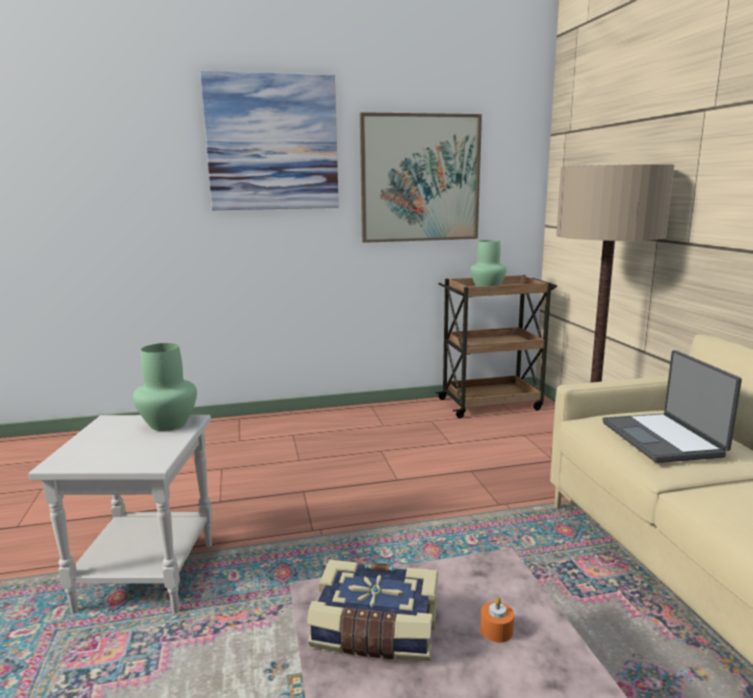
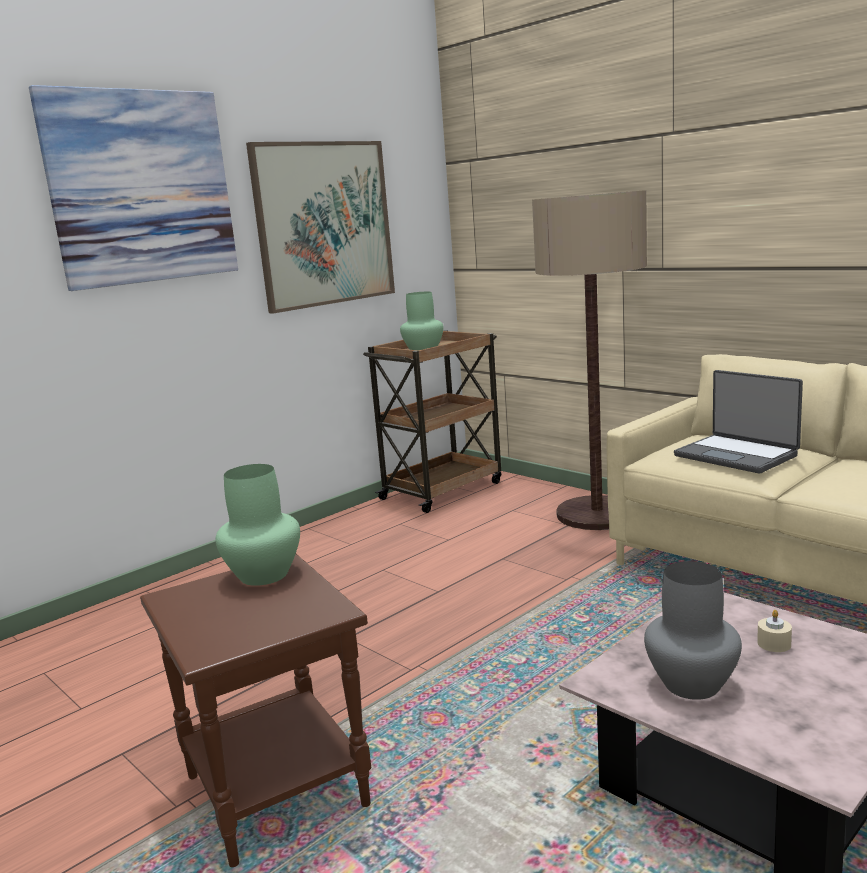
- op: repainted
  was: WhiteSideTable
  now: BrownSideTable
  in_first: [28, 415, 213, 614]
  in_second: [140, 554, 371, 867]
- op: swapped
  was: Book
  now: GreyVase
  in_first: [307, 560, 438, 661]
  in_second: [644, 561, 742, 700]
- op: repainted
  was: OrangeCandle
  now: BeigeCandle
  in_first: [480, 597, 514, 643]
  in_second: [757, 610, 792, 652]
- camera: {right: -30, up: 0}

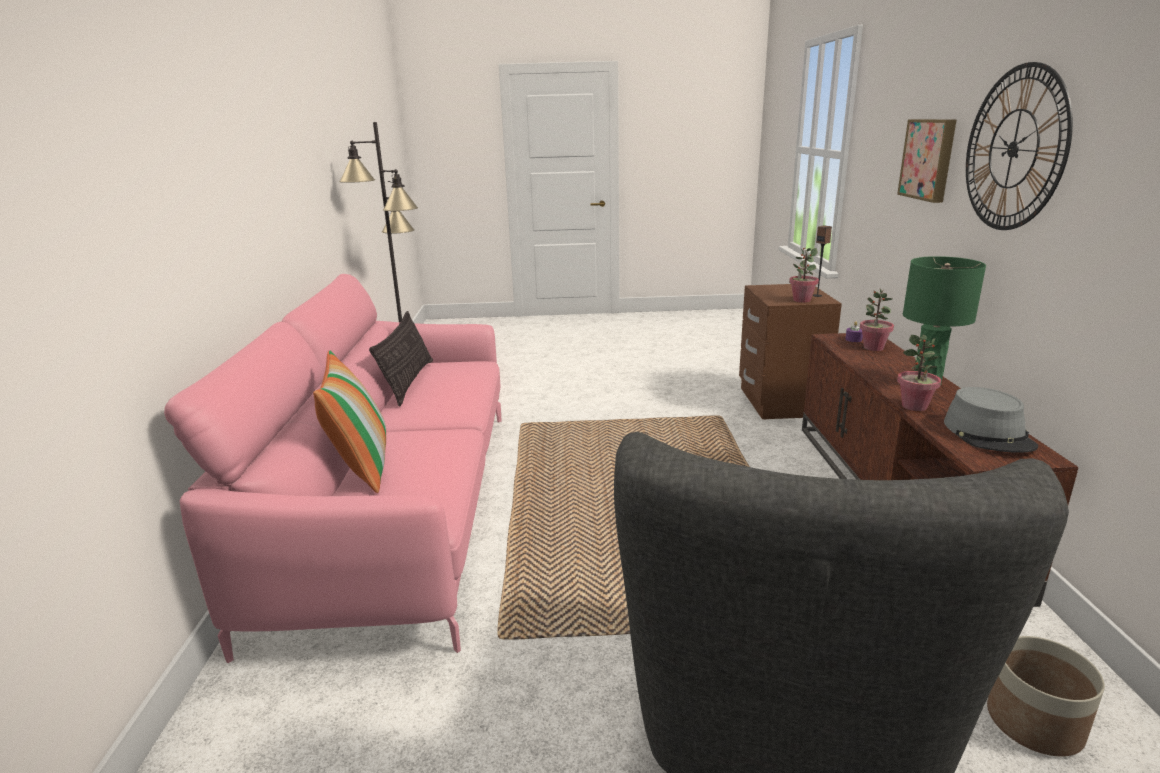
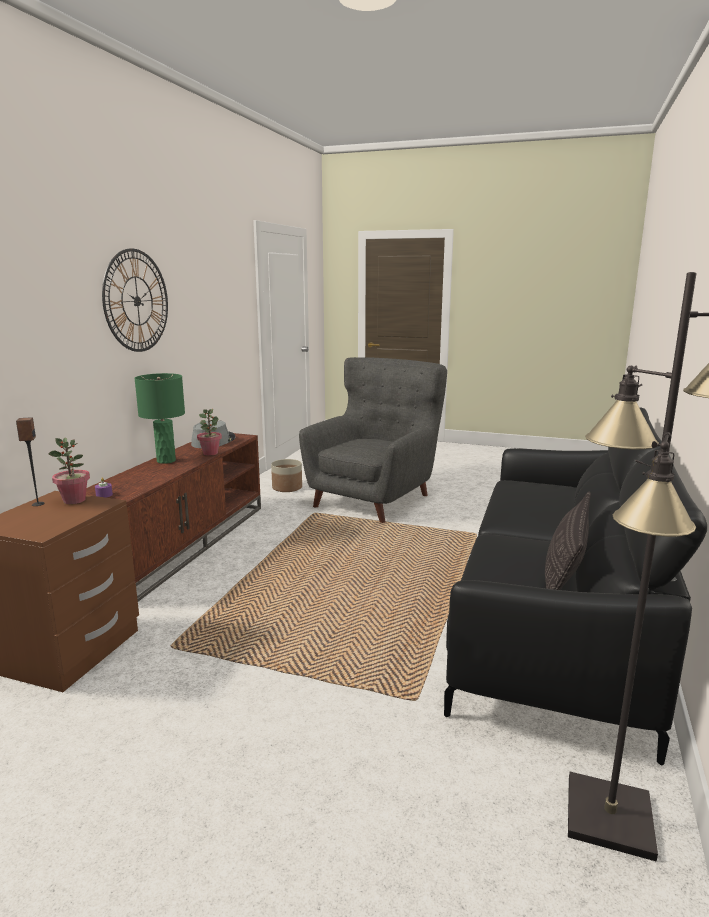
- op: repainted
  was: PinkSofa
  now: BlackSofa
  in_first: [164, 274, 501, 663]
  in_second: [444, 408, 707, 766]
- op: gone
  was: Pillow
  in_first: [313, 350, 386, 493]
- op: gone
  was: PottedPlant
  in_first: [860, 289, 894, 351]
- op: gone
  was: Picture
  in_first: [897, 119, 956, 203]
- camera: {right: -160, up: -5}

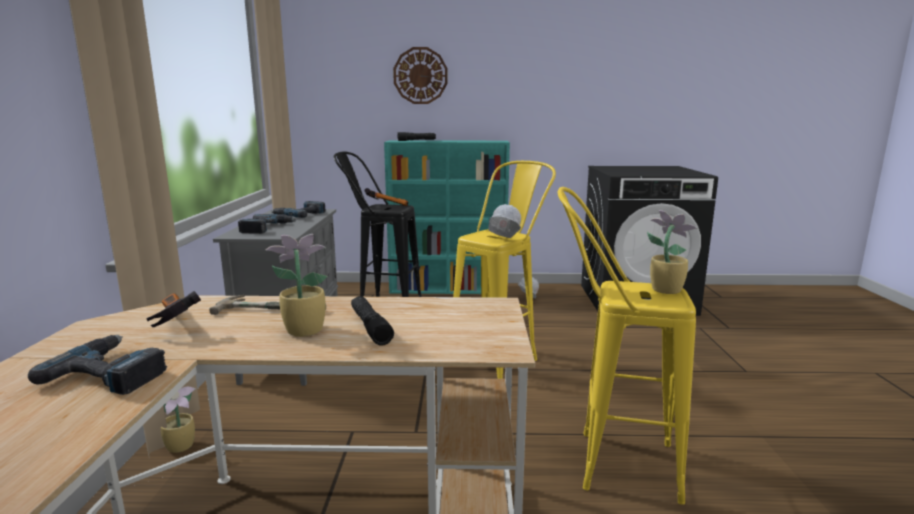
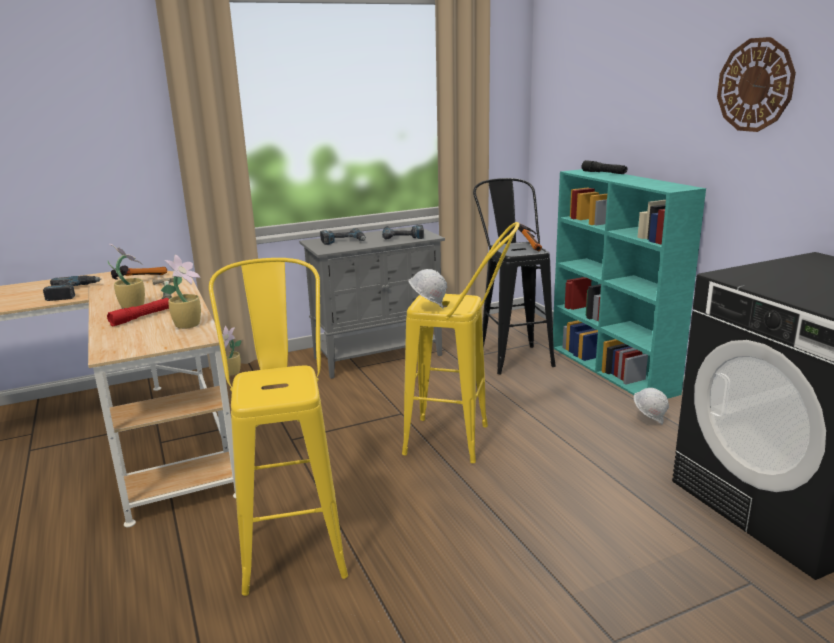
- op: repainted
  was: BlackFlashlight
  now: RedFlashlight
  in_first: [351, 296, 394, 346]
  in_second: [107, 298, 169, 326]
- op: shifted
  was: PottedPlant
  in_first: [647, 210, 697, 294]
  in_second: [161, 254, 201, 329]
- op: shifted
  was: WallClock
  in_first: [393, 47, 448, 104]
  in_second: [717, 37, 796, 132]
- camera: {right: 65, up: 5}

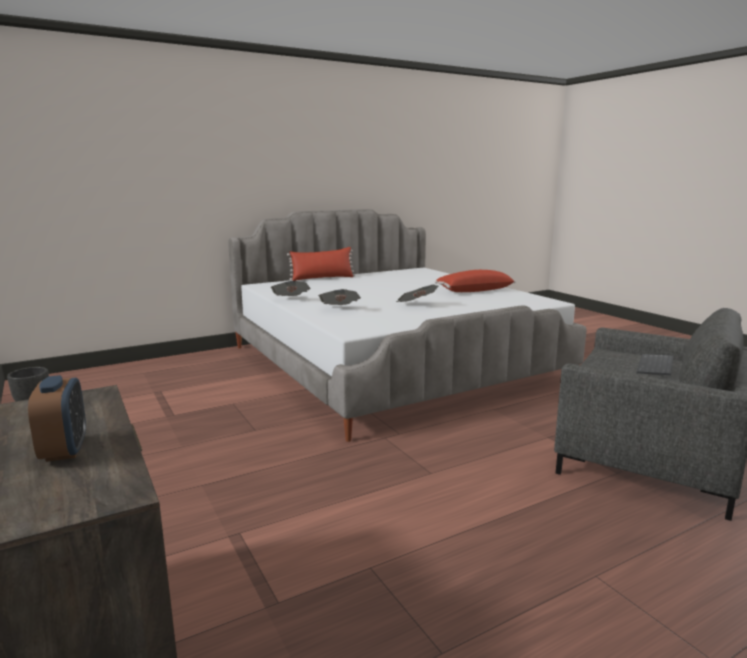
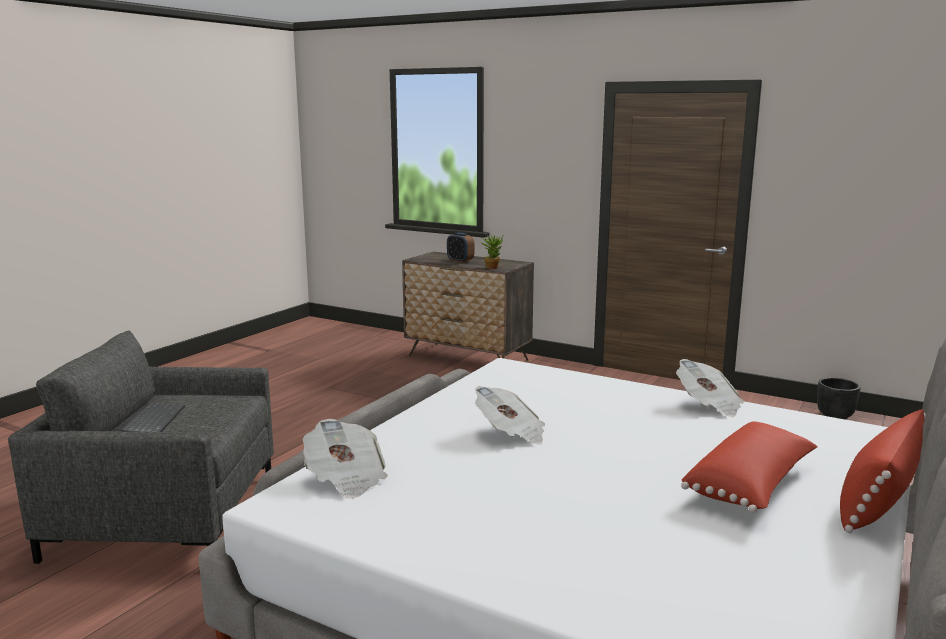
- op: shifted
  was: Newspaper
  in_first: [318, 289, 361, 305]
  in_second: [303, 419, 388, 499]
- op: new
  now: PottedPlant
  in_second: [480, 235, 503, 269]
- op: shifted
  was: RedPillow
  in_first: [435, 270, 516, 292]
  in_second: [681, 421, 818, 513]
- camera: {right: 150, up: 0}

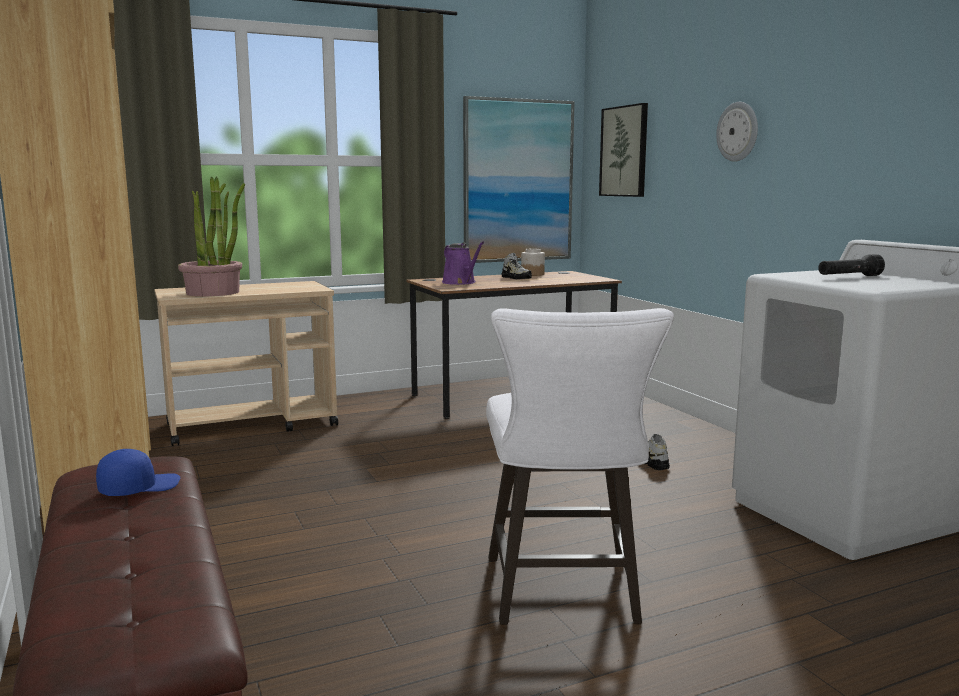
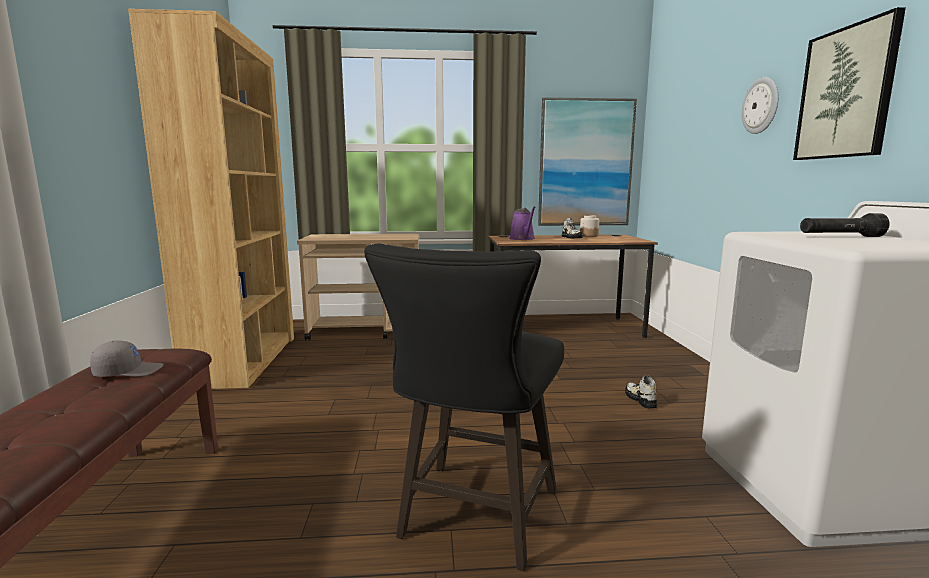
- op: repainted
  was: BlueCap
  now: GreyCap
  in_first: [96, 449, 180, 496]
  in_second: [90, 340, 164, 377]
- op: repainted
  was: WhiteStool
  now: BlackStool
  in_first: [486, 308, 674, 625]
  in_second: [364, 244, 564, 571]
- op: shifted
  was: Picture
  in_first: [599, 103, 648, 197]
  in_second: [793, 7, 906, 160]
- op: gone
  was: PottedPlant
  in_first: [178, 177, 245, 296]
- camera: {right: 20, up: 0}

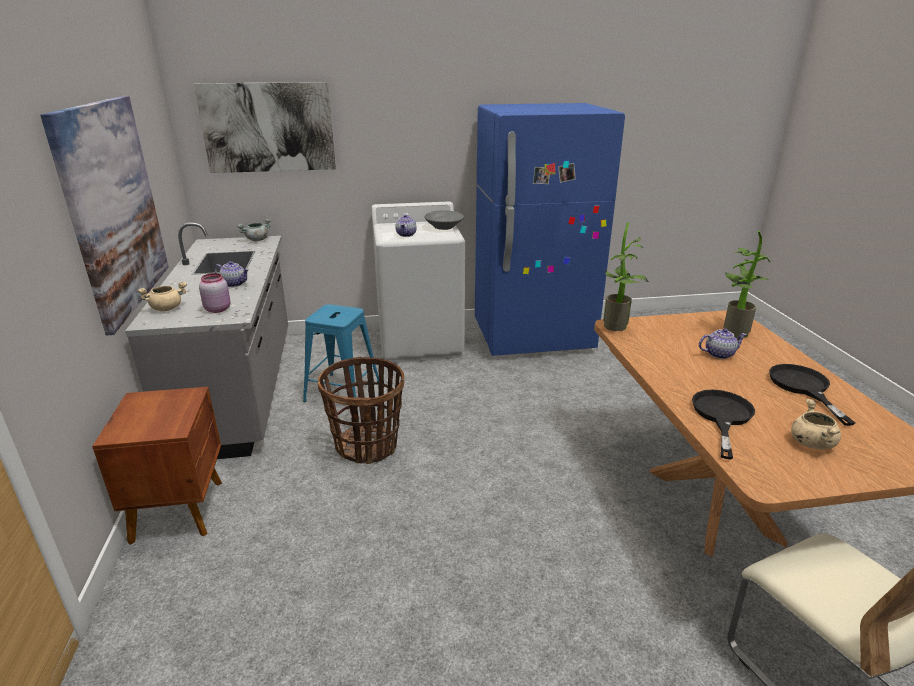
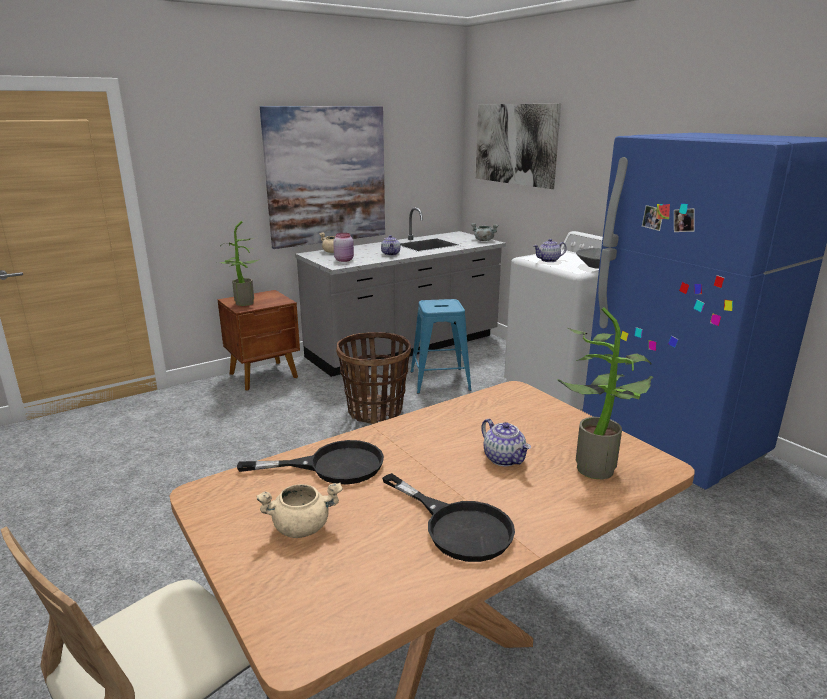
- op: shifted
  was: PottedPlant
  in_first: [603, 222, 649, 331]
  in_second: [220, 221, 260, 306]
- op: rotated
  was: BlackFryingPan
  in_first: [769, 364, 855, 426]
  in_second: [382, 473, 515, 562]
  clockwise: 75
- camera: {right: 65, up: -5}

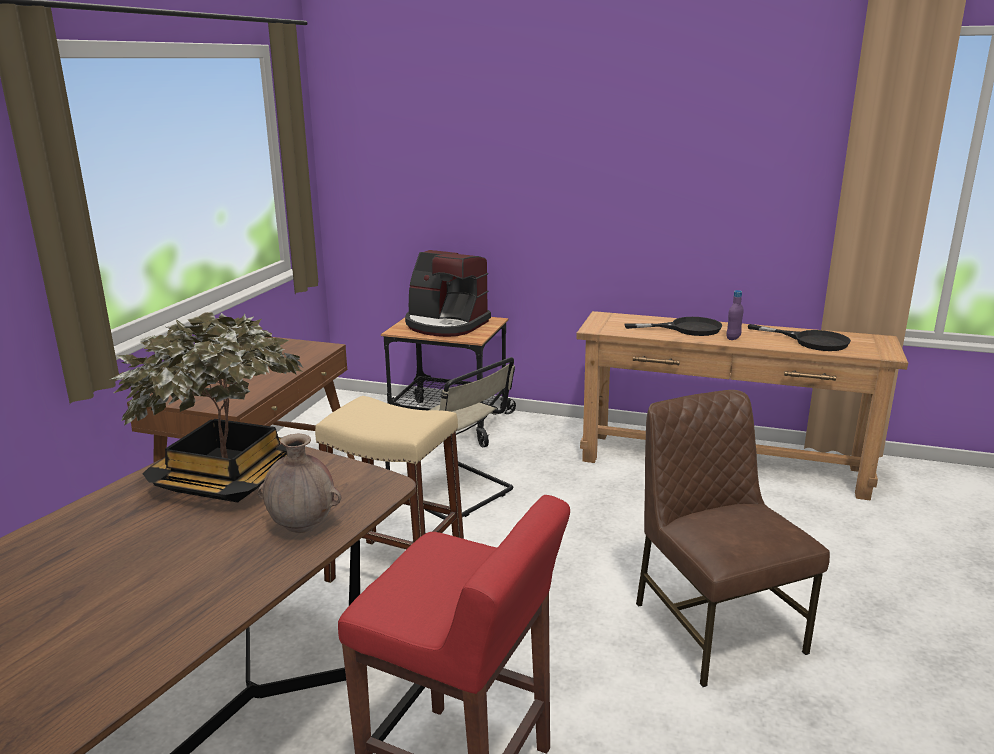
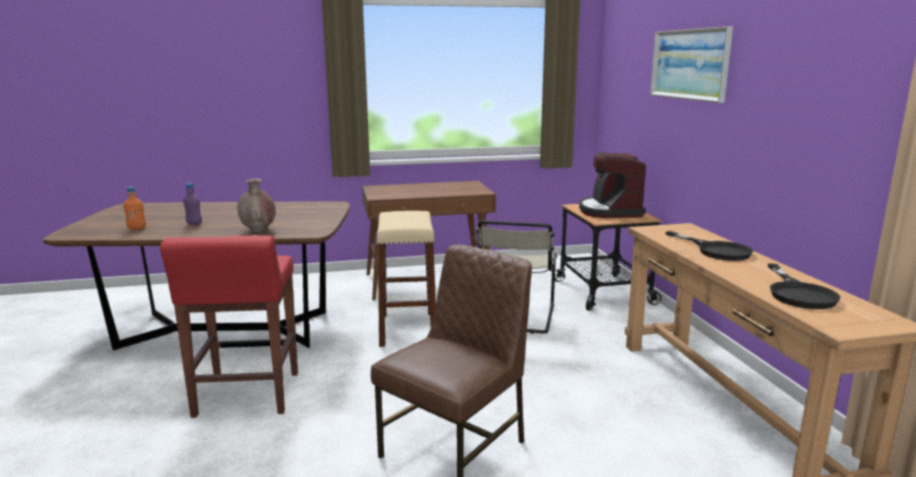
- op: new
  now: OrangeBottle
  in_second: [123, 187, 146, 230]
- op: shifted
  was: PurpleBottle
  in_first: [726, 290, 744, 340]
  in_second: [183, 183, 202, 225]
- op: new
  now: Picture
  in_second: [650, 26, 733, 103]
- op: gone
  was: PottedPlant
  in_first: [109, 312, 303, 503]
- camera: {right: 60, up: -5}

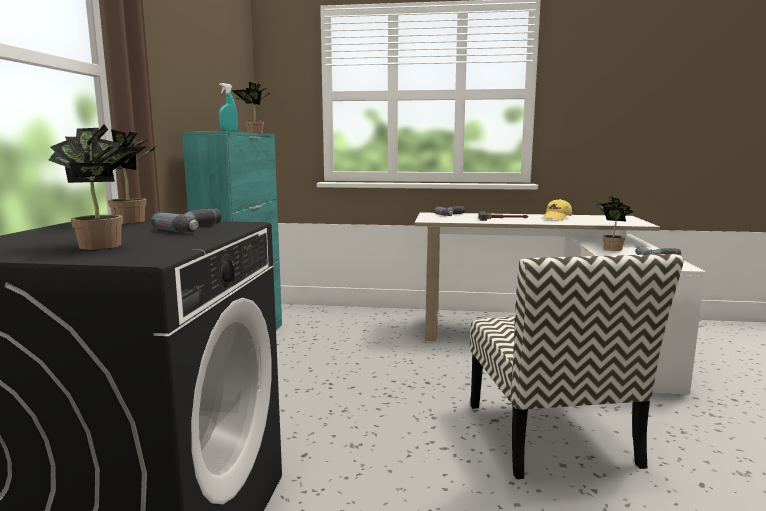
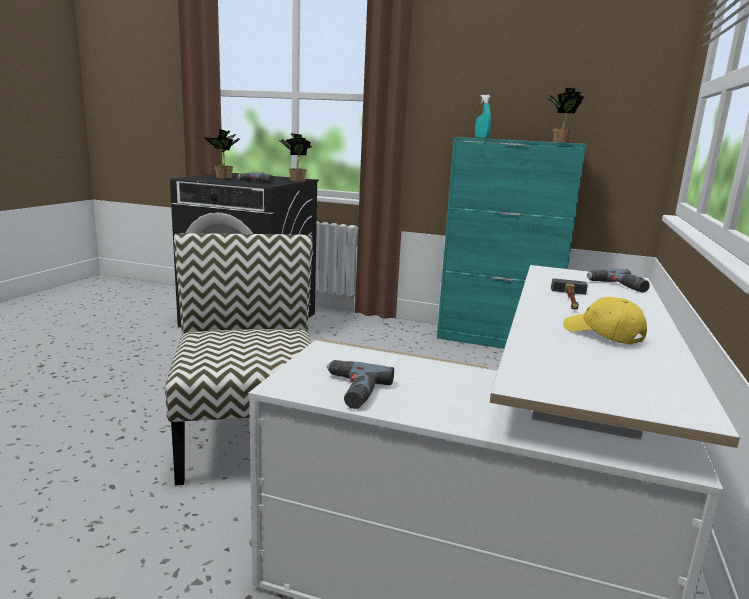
- op: rotated
  was: Chair
  in_first: [470, 254, 684, 479]
  in_second: [165, 233, 313, 486]
  clockwise: 75
- op: gone
  was: PottedPlant
  in_first: [596, 196, 633, 251]
- camera: {right: 100, up: 5}

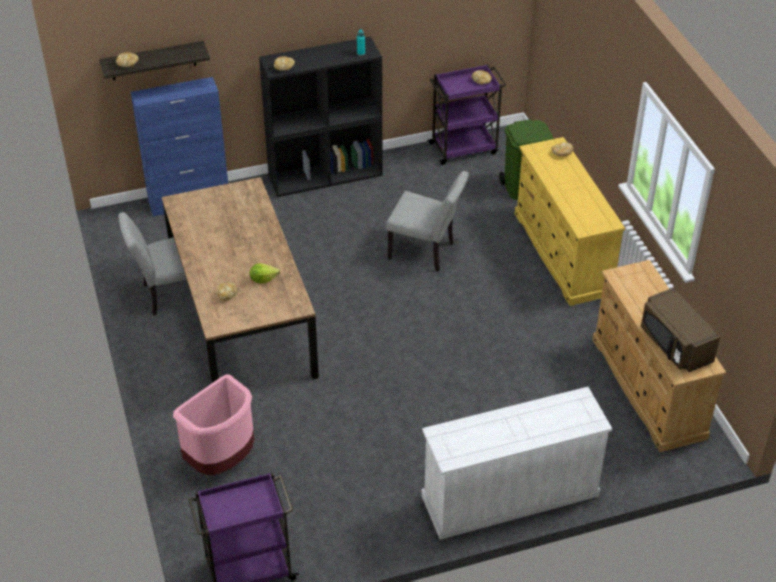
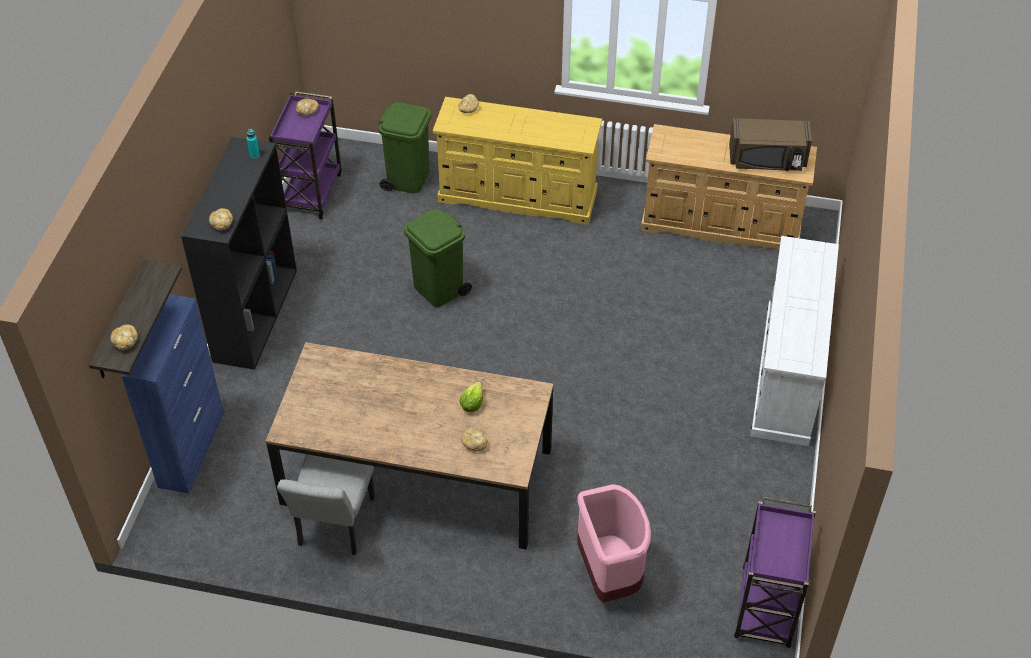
- op: swapped
  was: GreyChair
  now: GreenTrashCan
  in_first: [386, 171, 469, 272]
  in_second: [404, 209, 472, 307]
- camera: {right: -60, up: 5}

